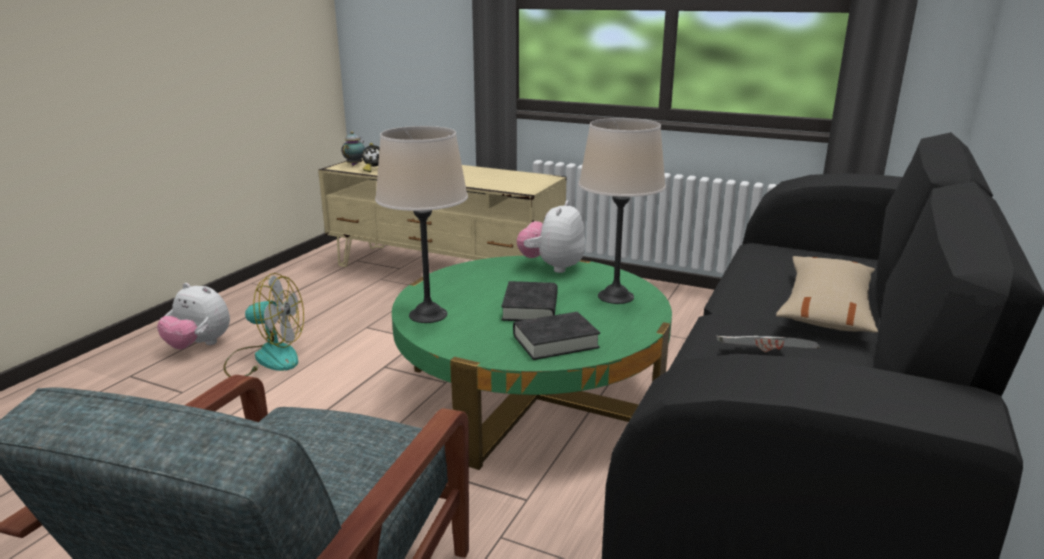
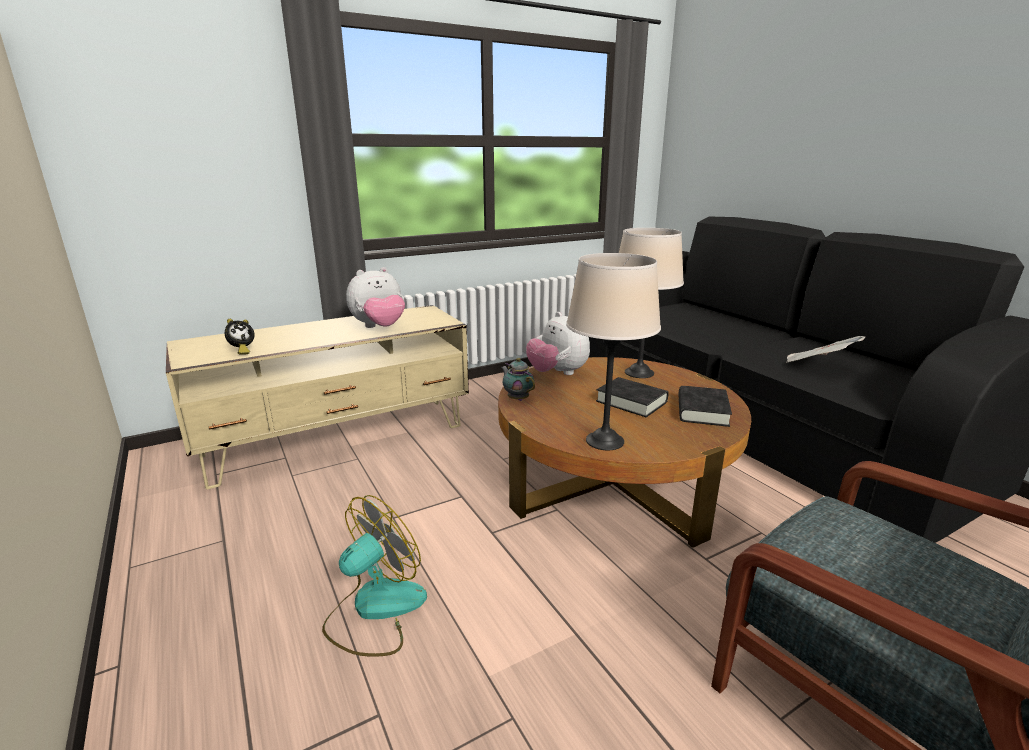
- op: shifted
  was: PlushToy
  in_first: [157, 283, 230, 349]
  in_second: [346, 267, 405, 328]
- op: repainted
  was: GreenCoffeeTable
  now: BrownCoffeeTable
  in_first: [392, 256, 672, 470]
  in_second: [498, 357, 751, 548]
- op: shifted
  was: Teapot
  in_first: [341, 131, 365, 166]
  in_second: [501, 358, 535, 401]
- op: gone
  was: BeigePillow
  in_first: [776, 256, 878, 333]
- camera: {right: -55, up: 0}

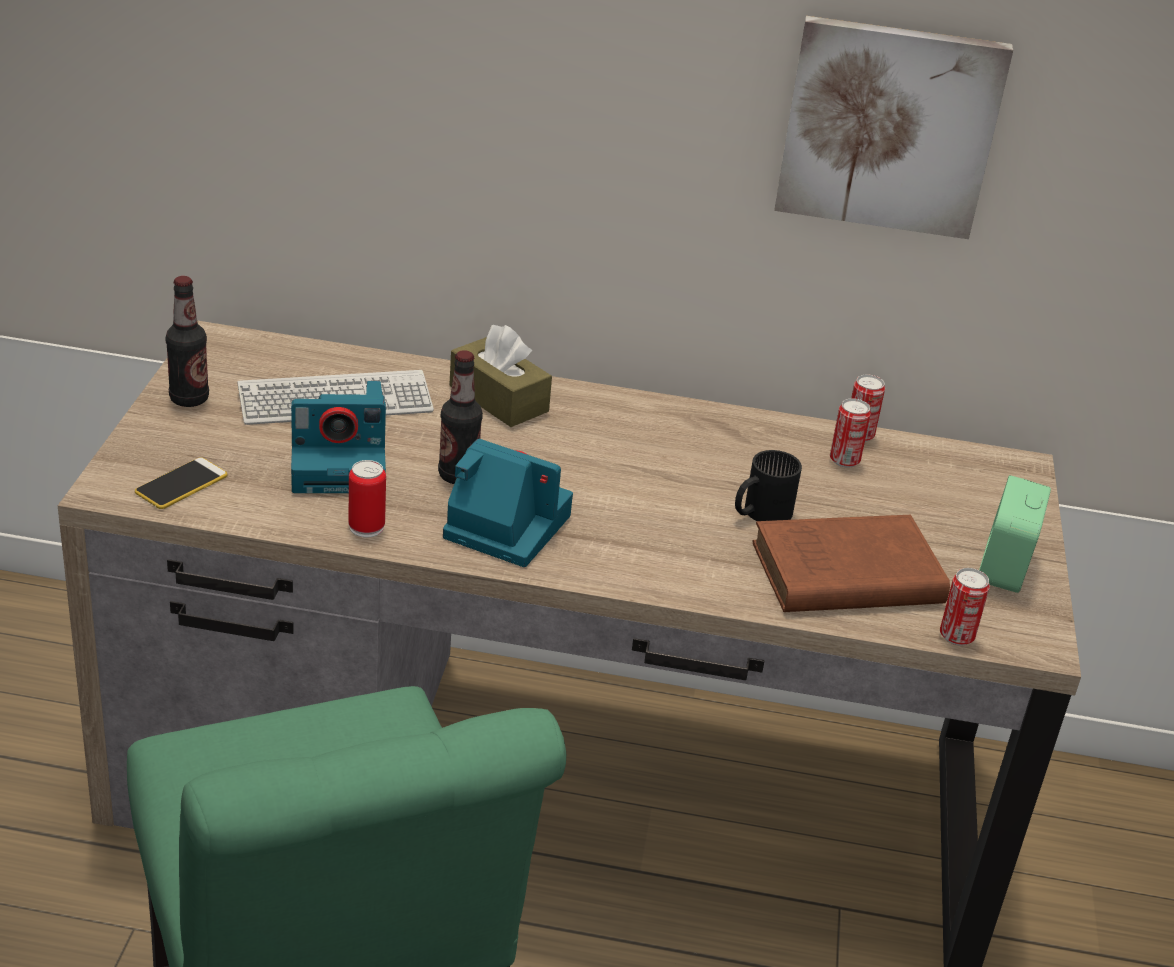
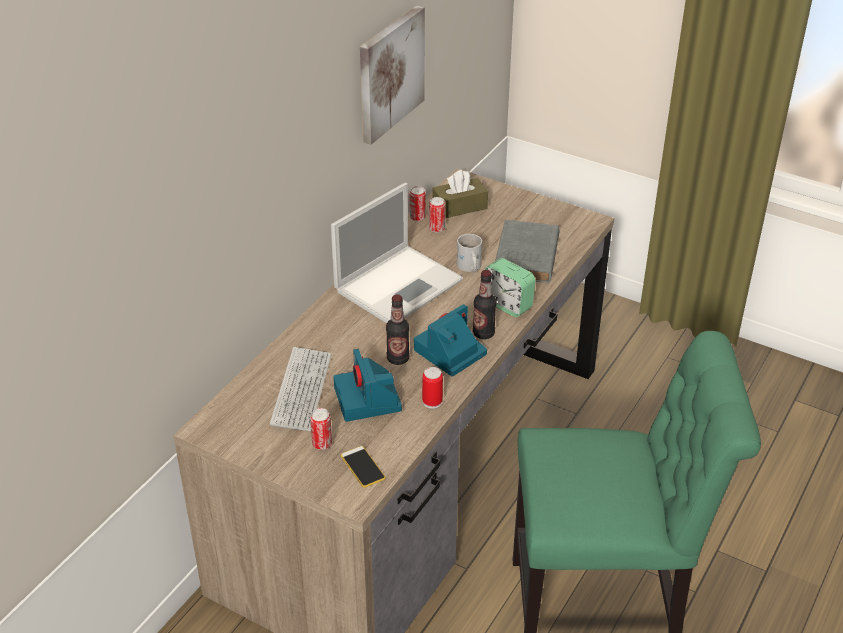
- op: shifted
  was: Can
  in_first: [940, 568, 990, 646]
  in_second: [310, 408, 332, 450]
- op: new
  now: Laptop
  in_second: [331, 183, 463, 323]
- op: rotated
  was: PhotoCamera
  in_first: [291, 381, 386, 493]
  in_second: [333, 349, 402, 422]
  clockwise: 150
- op: shifted
  was: BrownTissueBox
  in_first: [449, 325, 552, 427]
  in_second: [432, 170, 488, 218]
- op: repainted
  was: BlackMug
  now: WhiteMug
  in_first: [735, 450, 802, 521]
  in_second: [457, 234, 482, 273]
- op: shifted
  was: Bottle
  in_first: [165, 276, 209, 407]
  in_second: [473, 270, 497, 339]
- op: shifted
  was: AlarmClock
  in_first: [979, 475, 1051, 593]
  in_second: [484, 258, 536, 317]
- op: repainted
  was: BrownBook
  now: GreyBook
  in_first: [752, 515, 950, 612]
  in_second: [495, 220, 560, 283]
- camera: {right: -65, up: 5}

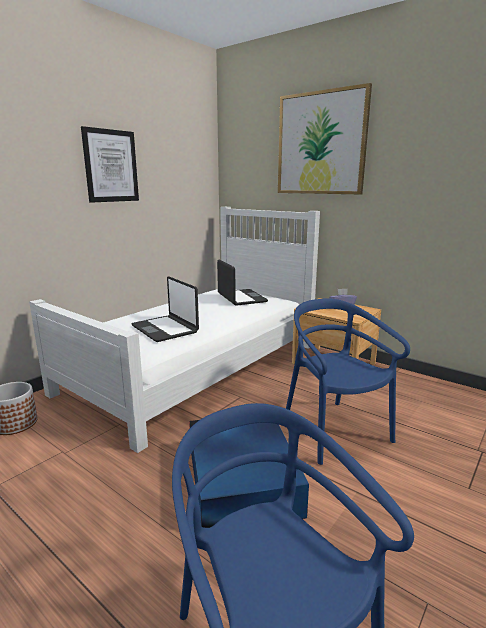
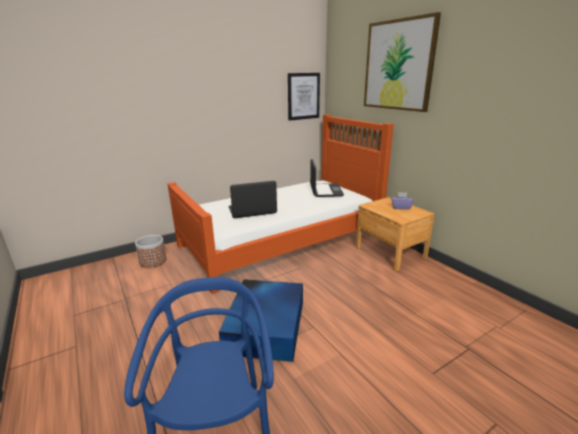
- op: repainted
  was: WhiteBed
  now: OrangeBed
  in_first: [29, 207, 320, 453]
  in_second: [167, 114, 394, 294]
- op: rotated
  was: Laptop
  in_first: [132, 276, 199, 342]
  in_second: [228, 181, 277, 218]
  clockwise: 90
- op: shifted
  was: Picture
  in_first: [81, 126, 139, 203]
  in_second: [288, 73, 320, 121]
- op: gone
  was: BlueChair
  in_first: [286, 298, 410, 465]
- camera: {right: 20, up: 5}

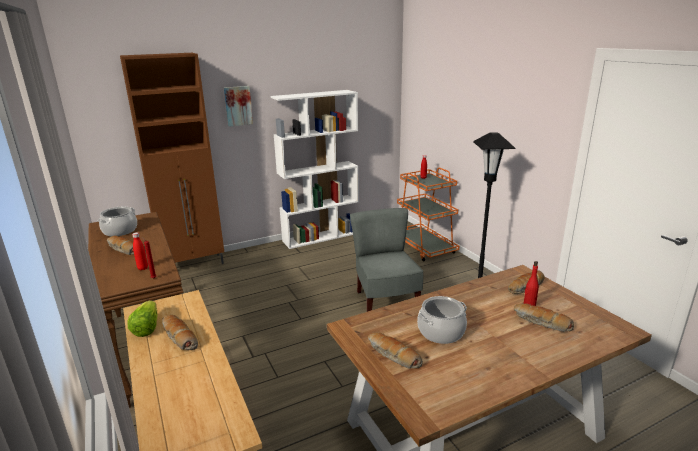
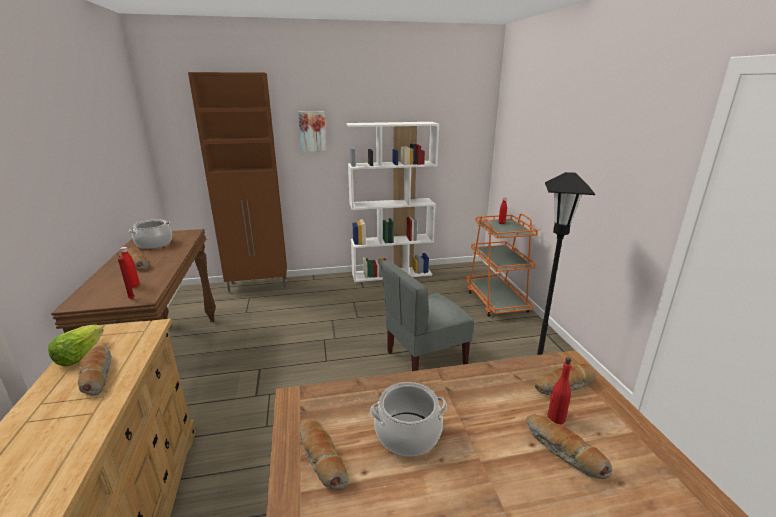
- op: rotated
  was: GreyChair
  in_first: [350, 208, 423, 312]
  in_second: [381, 260, 474, 371]
  clockwise: -120
- camera: {right: 15, up: 0}

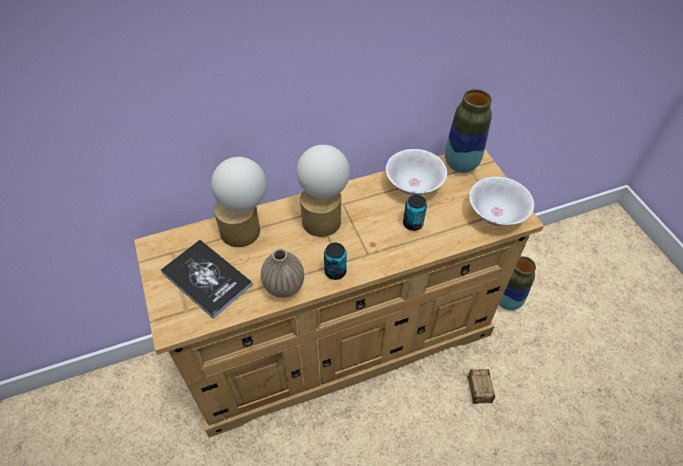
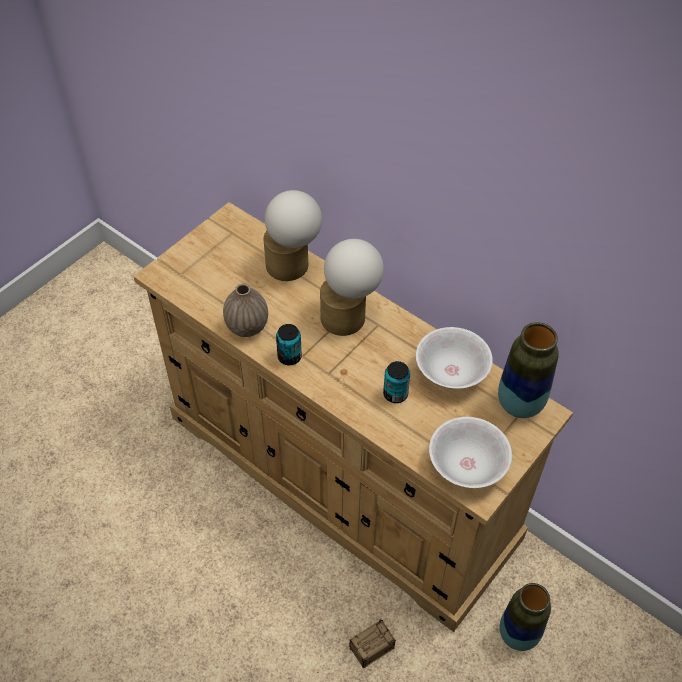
- op: gone
  was: Book
  in_first: [161, 240, 253, 319]
- camera: {right: 60, up: 0}

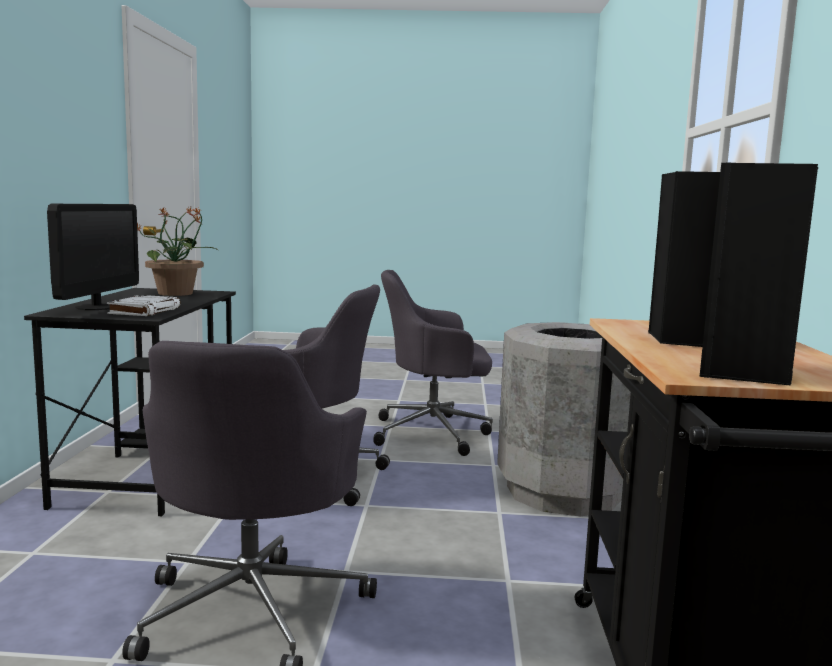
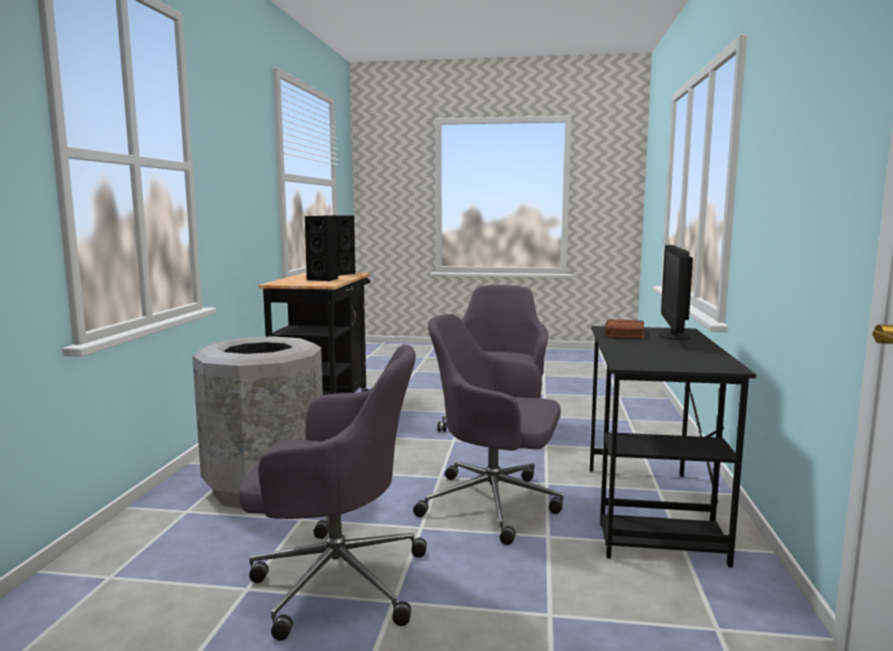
- op: repainted
  was: WhiteBook
  now: BrownBook
  in_first: [107, 295, 181, 316]
  in_second: [605, 319, 645, 338]
- op: gone
  was: PottedPlant
  in_first: [137, 207, 218, 296]
- camera: {right: -175, up: 0}

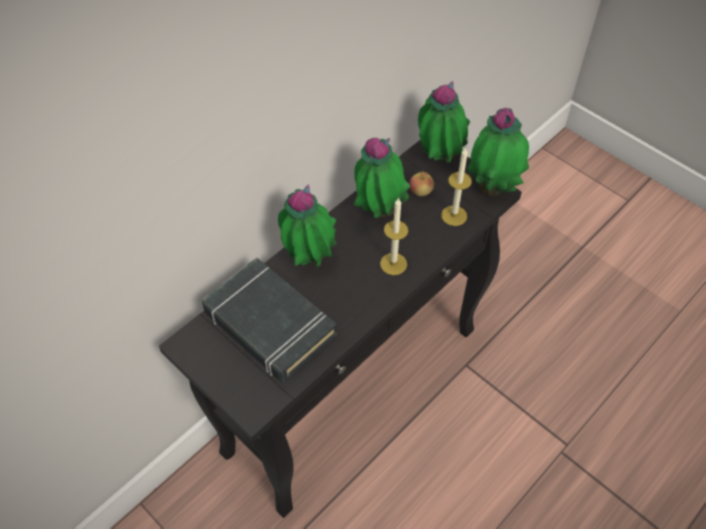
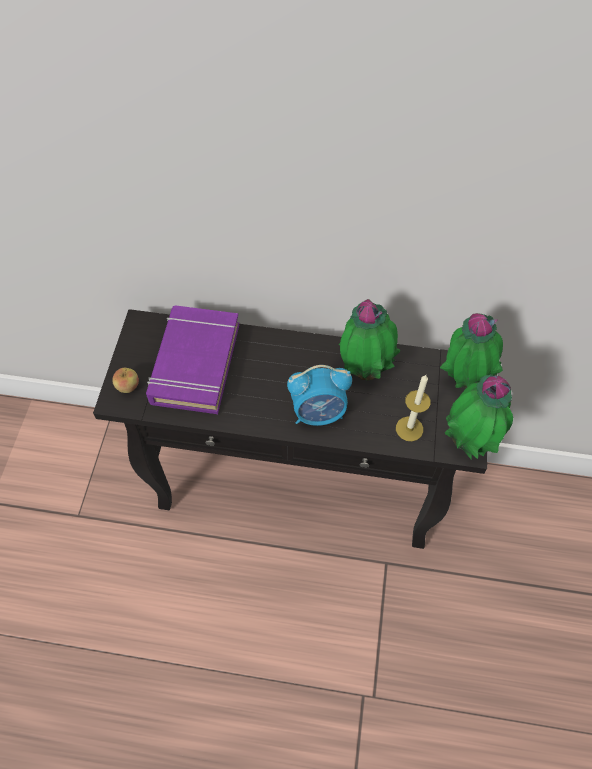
- op: shifted
  was: Apple
  in_first: [410, 171, 434, 196]
  in_second: [112, 368, 139, 393]
- op: repainted
  was: BlackBook
  now: PurpleBook
  in_first: [202, 257, 337, 383]
  in_second: [146, 305, 239, 414]
- op: swapped
  was: Candle
  now: AlarmClock
  in_first: [380, 197, 408, 275]
  in_second: [287, 365, 352, 426]
- op: gone
  was: PottedPlant
  in_first: [278, 184, 336, 267]
- camera: {right: 55, up: 5}

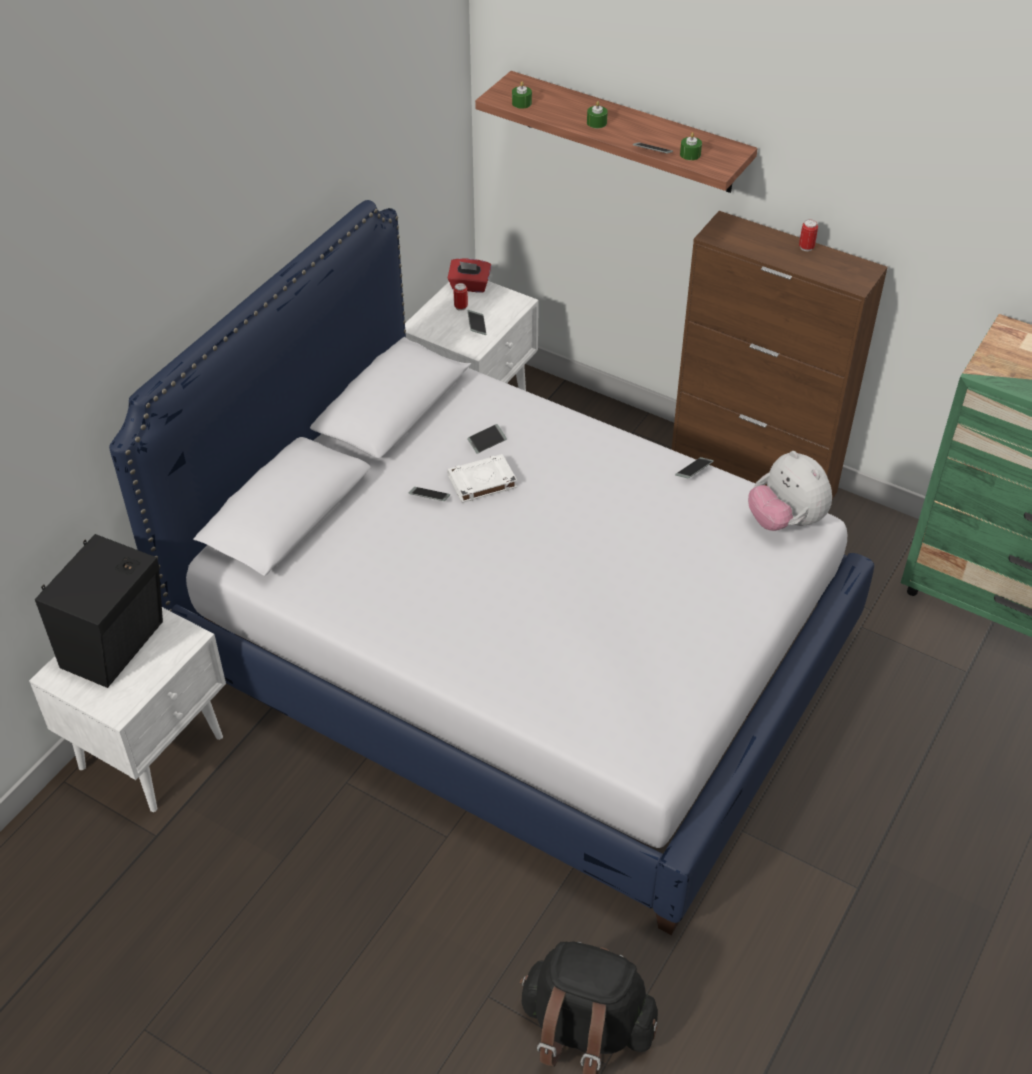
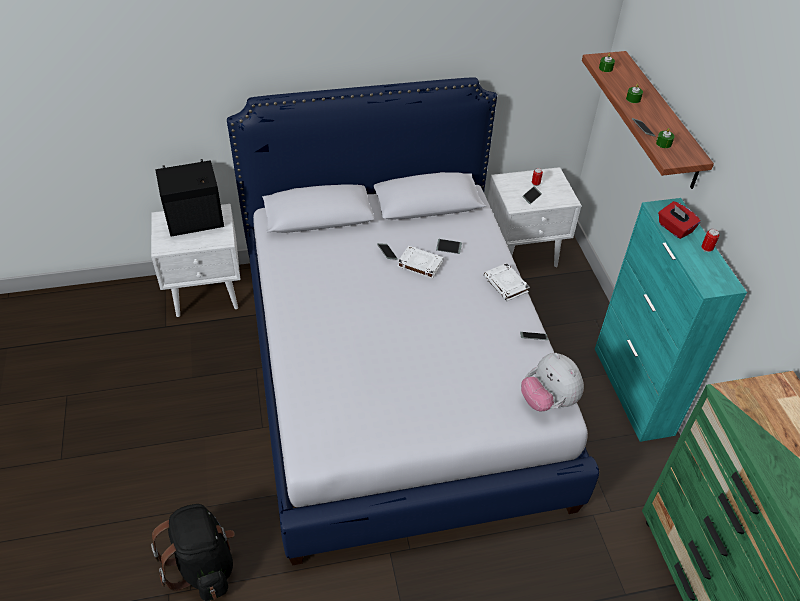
- op: new
  now: WhiteBook
  in_second: [483, 263, 530, 301]
- op: rotated
  was: PlushToy
  in_first: [748, 451, 832, 531]
  in_second: [521, 353, 584, 411]
  clockwise: -45
- op: repainted
  was: BrownCabinet
  now: TurquoiseCabinet
  in_first: [671, 211, 888, 499]
  in_second: [595, 198, 747, 442]
- op: shifted
  was: RedTissueBox
  in_first: [447, 258, 492, 293]
  in_second: [658, 201, 701, 239]
- camera: {right: 45, up: 0}

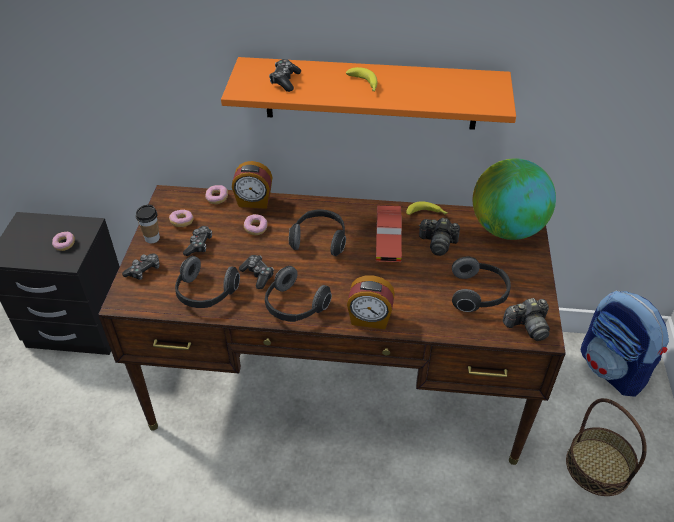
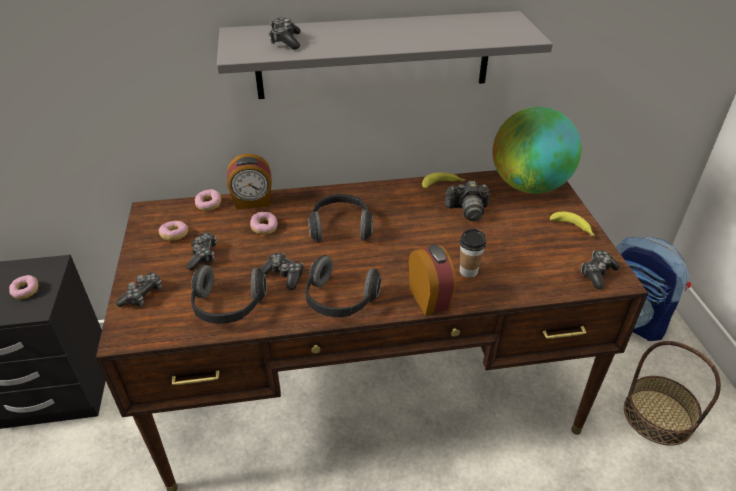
- op: repainted
  was: OrangeShelf
  now: GreyShelf
  in_first: [221, 57, 516, 130]
  in_second: [217, 11, 553, 99]
- op: rotated
  was: AlarmClock
  in_first: [347, 275, 395, 329]
  in_second: [409, 244, 456, 316]
  clockwise: -105
- op: shifted
  was: Cup
  in_first: [136, 205, 160, 243]
  in_second: [460, 229, 486, 278]
- op: shifted
  was: Banana
  in_first: [346, 67, 377, 91]
  in_second: [550, 212, 595, 236]
- op: swapped
  was: PhotoCamera
  now: GameController
  in_first: [503, 298, 550, 341]
  in_second: [581, 250, 620, 289]
- op: gone
  was: RedToyCar
  in_first: [376, 206, 402, 262]
- op: gone
  was: Headphones
  in_first: [452, 257, 511, 312]
- camera: {right: -15, up: -5}

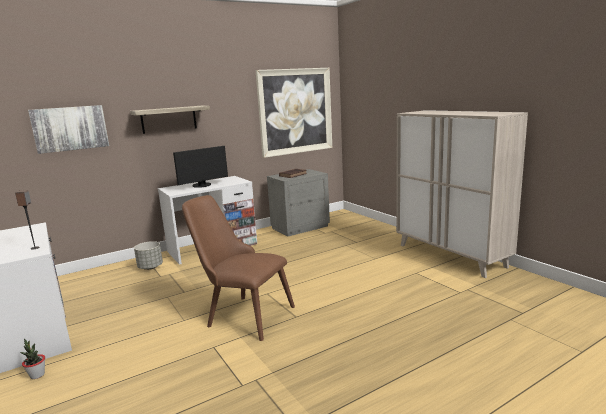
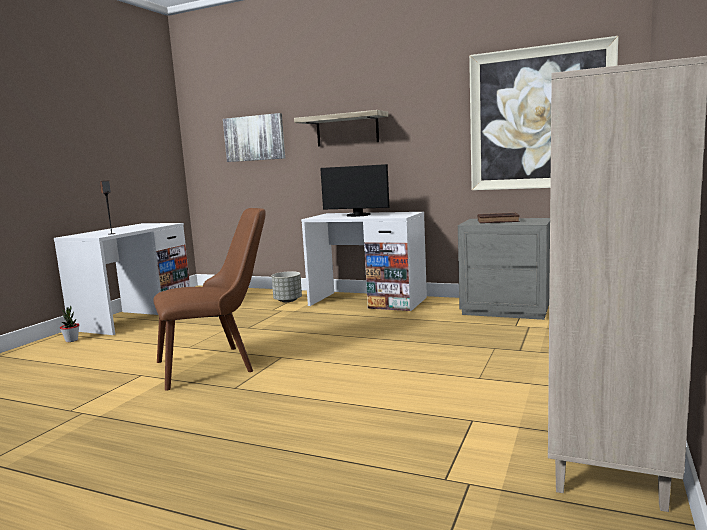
- op: rotated
  was: BrownChair
  in_first: [182, 195, 295, 341]
  in_second: [153, 208, 266, 391]
  clockwise: 75
- camera: {right: 55, up: -5}

